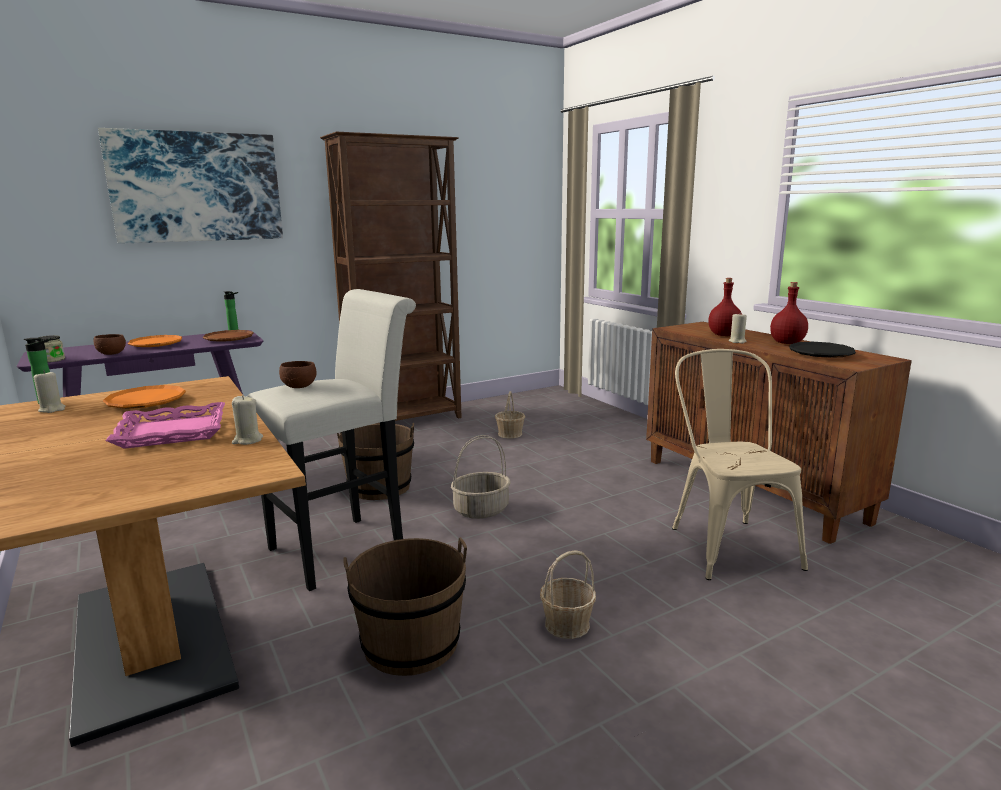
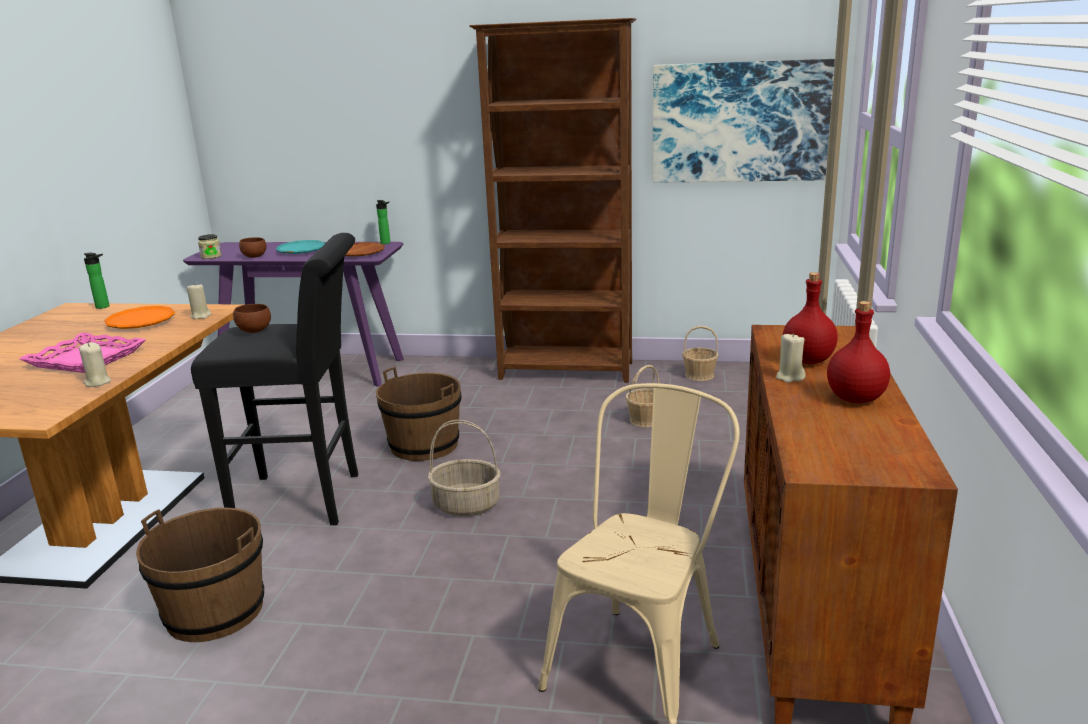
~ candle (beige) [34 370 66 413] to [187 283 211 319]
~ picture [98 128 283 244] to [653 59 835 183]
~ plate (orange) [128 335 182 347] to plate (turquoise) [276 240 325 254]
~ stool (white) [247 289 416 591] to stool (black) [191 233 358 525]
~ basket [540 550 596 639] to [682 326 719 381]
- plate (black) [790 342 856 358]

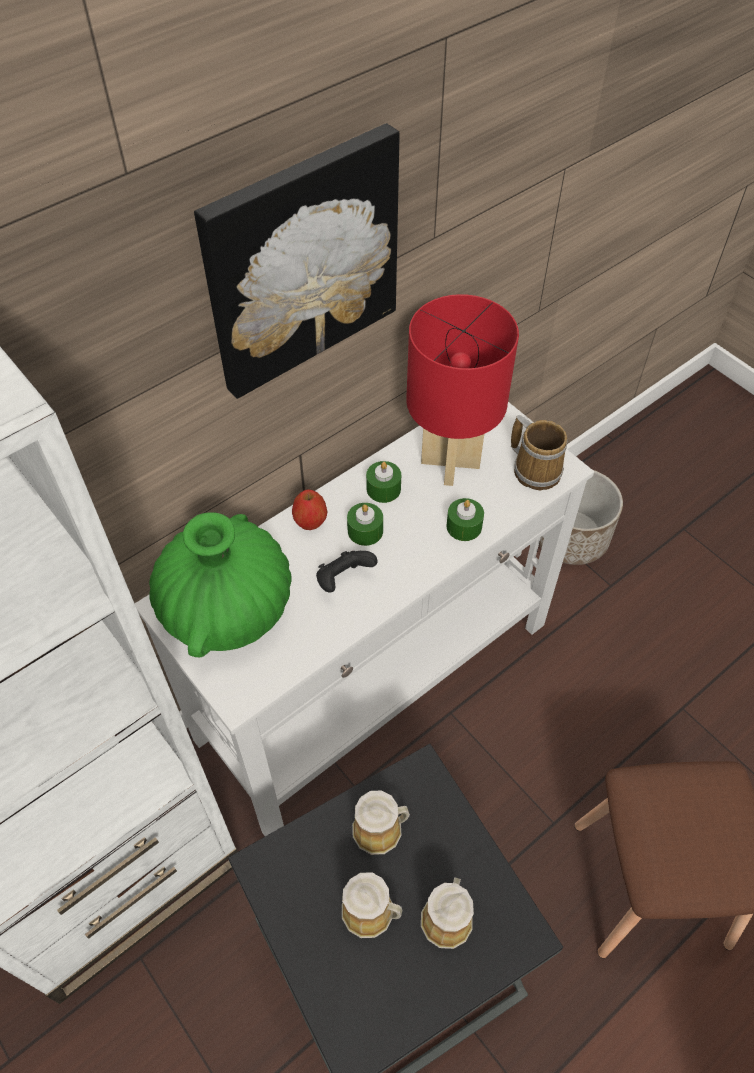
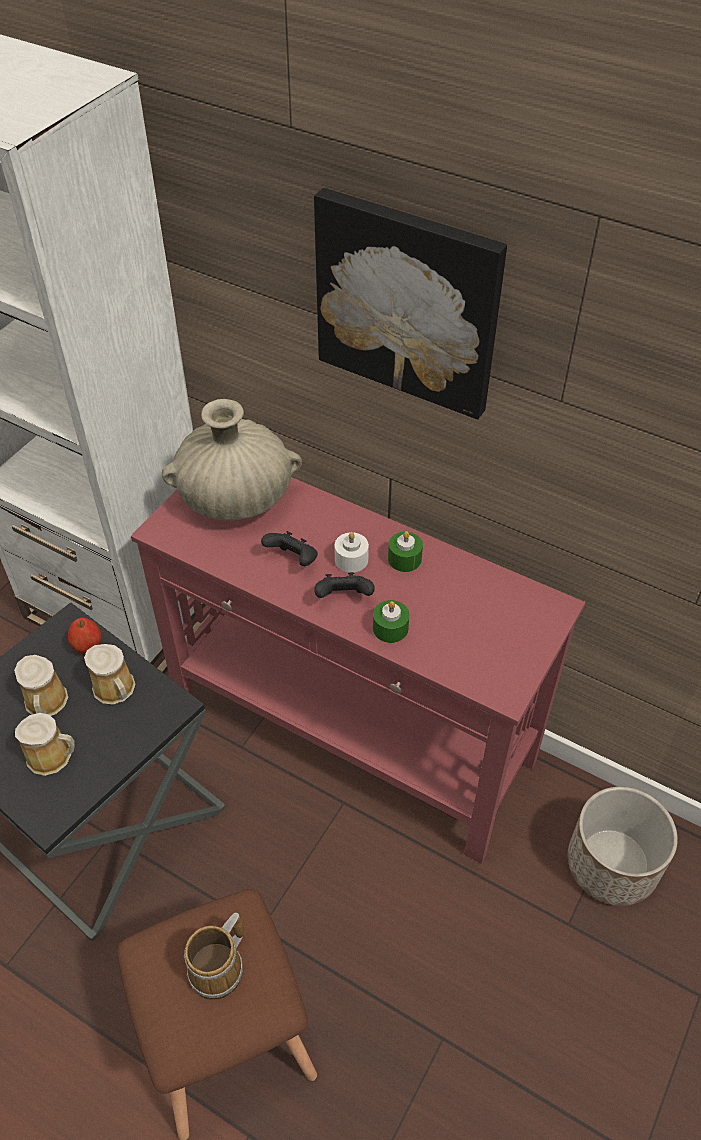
~ console table (white) [135 402 594 836] to console table (red) [131 477 585 864]
~ vase (green) [149 512 292 657] to vase (beige) [162 399 302 521]
~ apple [292 489 327 530] to [68 618 102 654]
~ candle (green) [347 503 383 546] to candle (white) [334 532 369 572]
- table lamp (red) [406 294 519 486]
~ mug [511 415 568 490] to [184 913 244 1000]
+ game controller (black) [314 572 375 598]

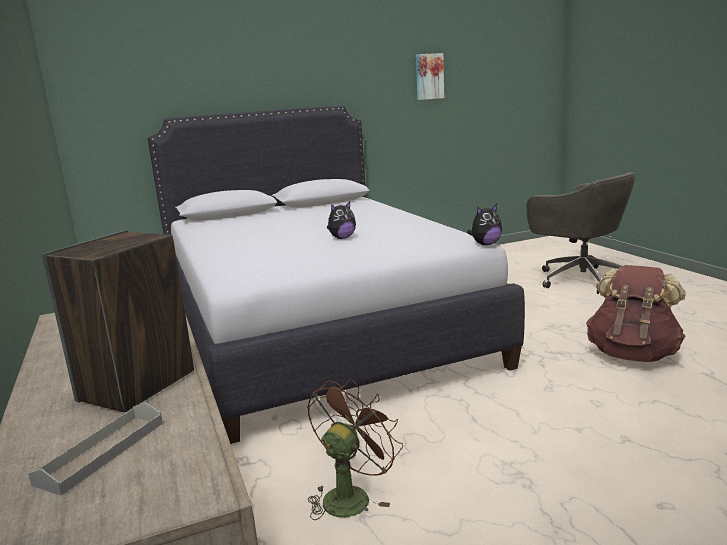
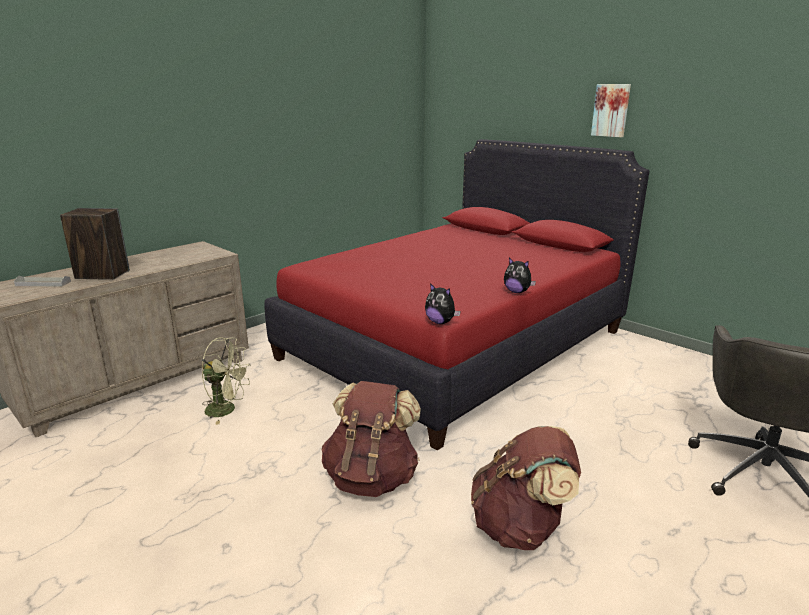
~ bed (white) [147 105 525 444] to bed (red) [264 139 650 450]
~ fan (brown) [307 379 403 520] to fan (green) [202 338 251 425]
~ plush toy [327 202 356 239] to [504 258 536 293]
~ picture [416 53 444 100] to [591 84 631 137]
+ backpack (brown) [322 381 421 497]

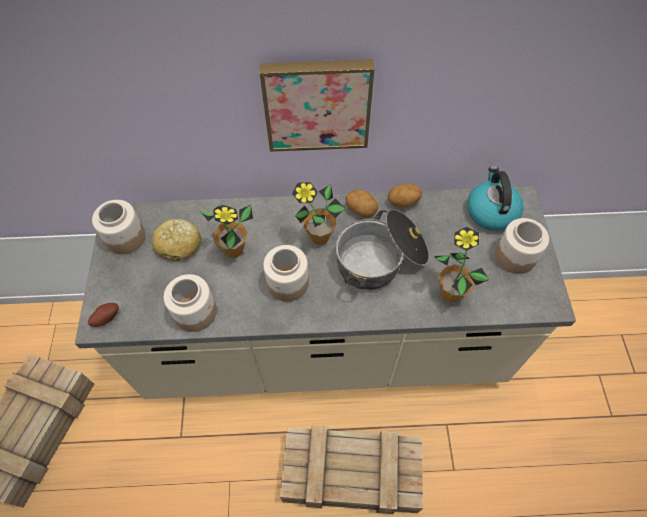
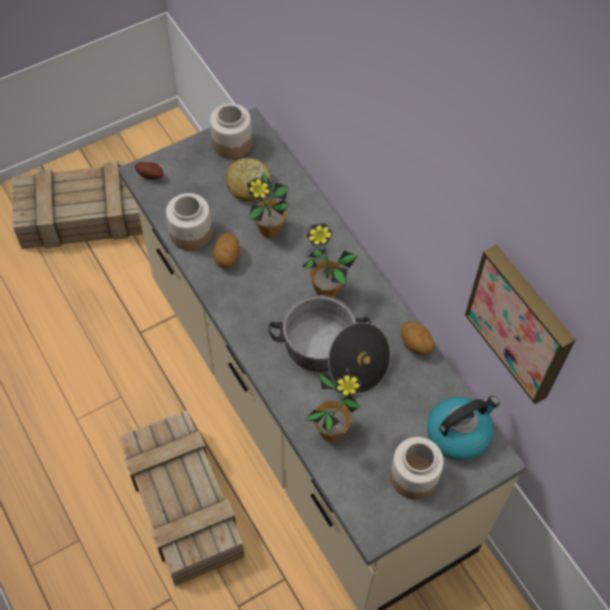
~ picture [260 59 374 152] to [465 244 576 404]
- jar [263 245 309 302]
~ potato [346 190 378 218] to [213 233 240 268]

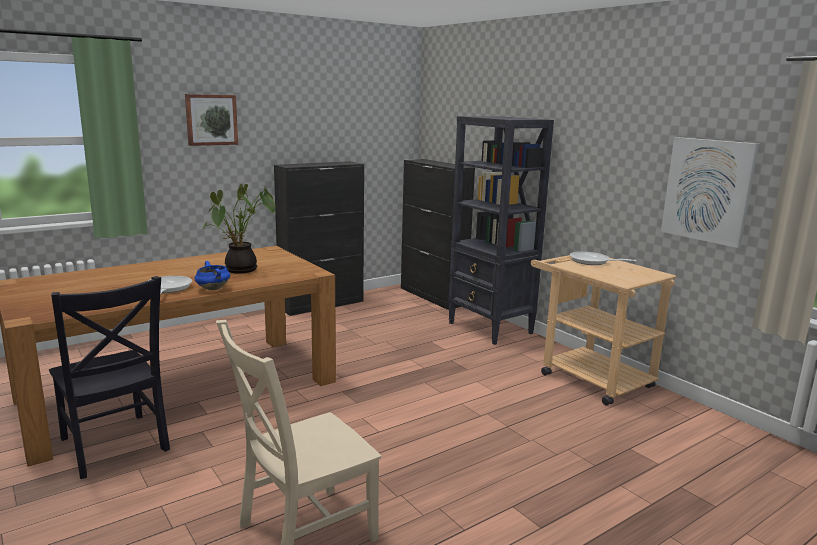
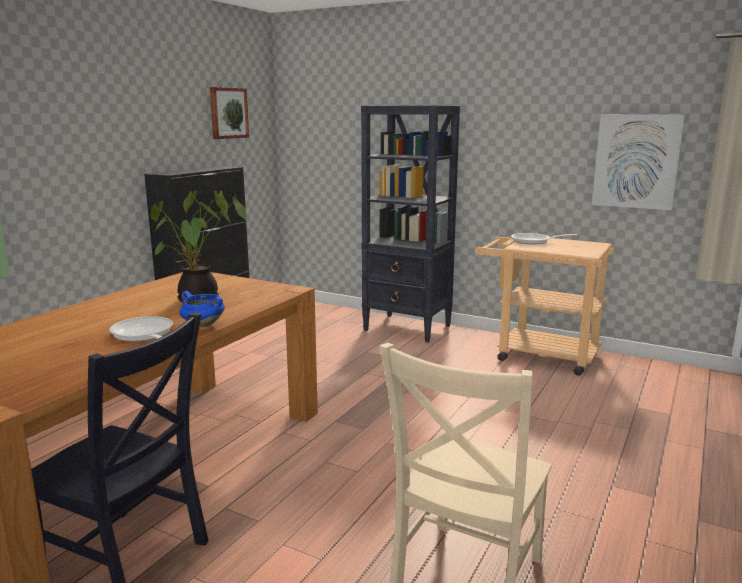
~ picture [185 94 238 146] to [210 87 249 139]
- cabinet (black) [401 159 475 310]

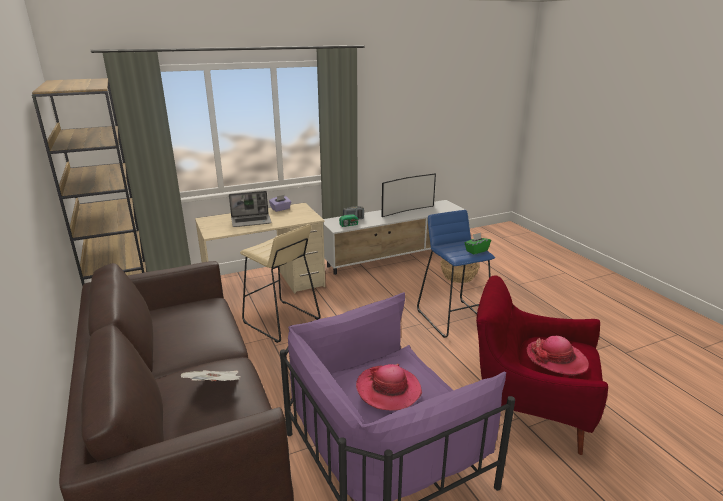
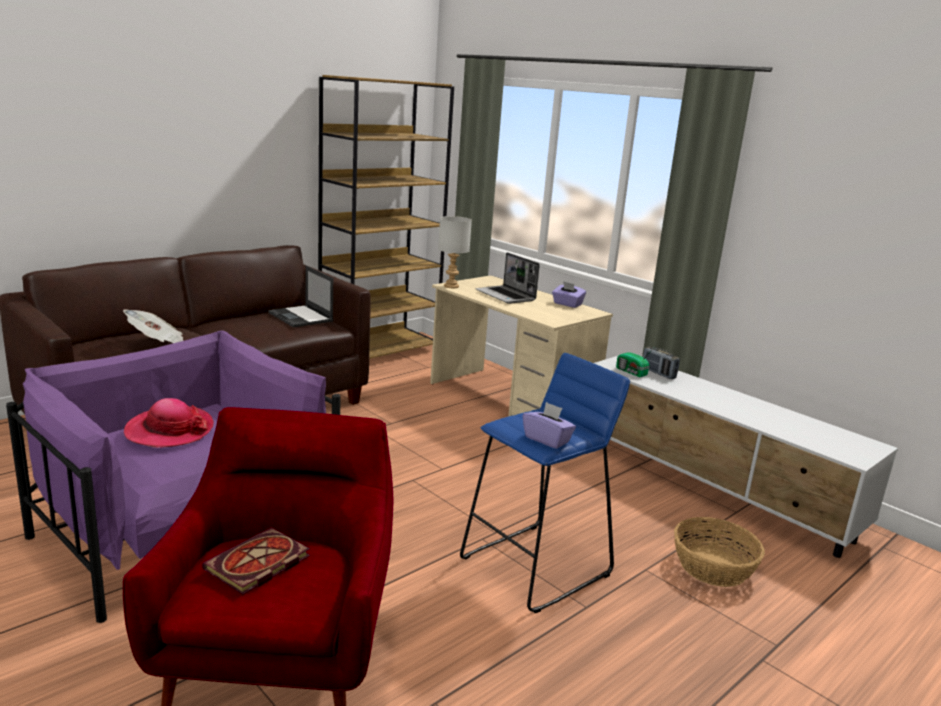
- stool (beige) [240 224 321 343]
- television [381 174 436 217]
~ tissue box (green) [465 233 491 255] to tissue box (purple) [523 402 576 449]
~ hat [527 336 589 376] to book [202 527 310 595]
+ laptop [268 266 334 328]
+ table lamp (grey) [438 216 472 288]

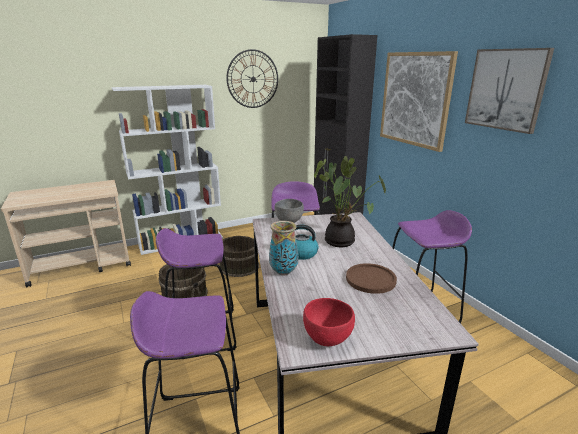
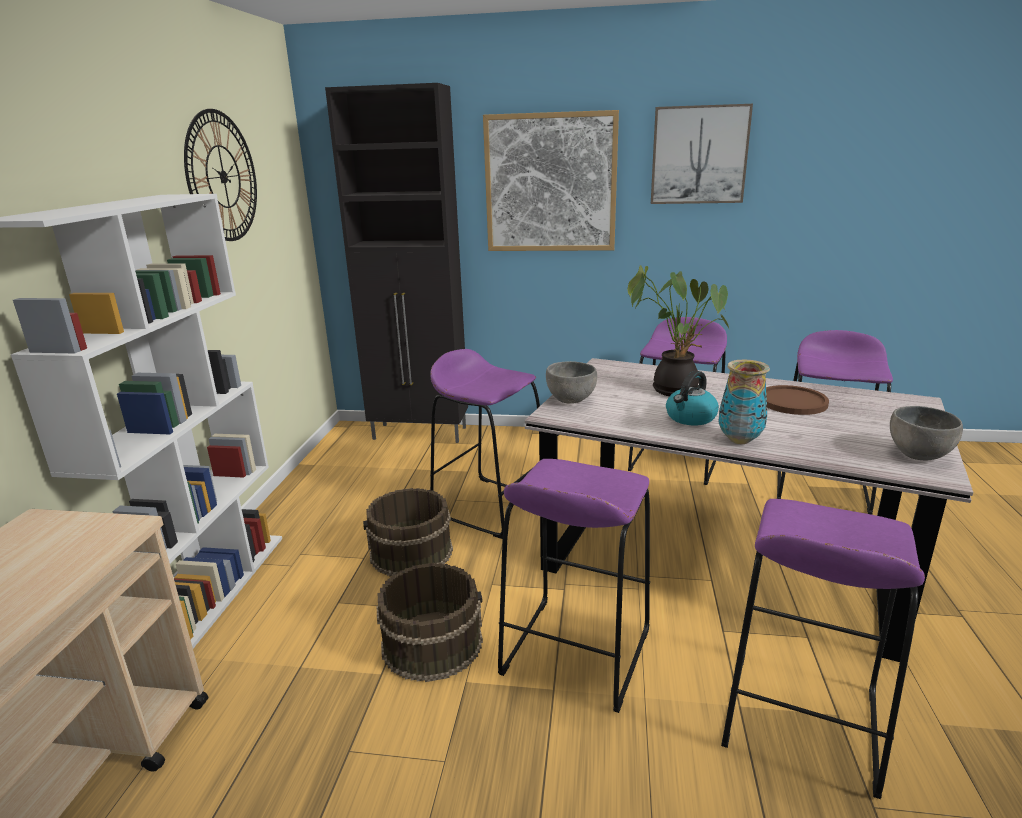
~ bowl (red) [303 298 355 346] to bowl (grey) [890 406 963 461]
+ stool (purple) [777 330 893 515]

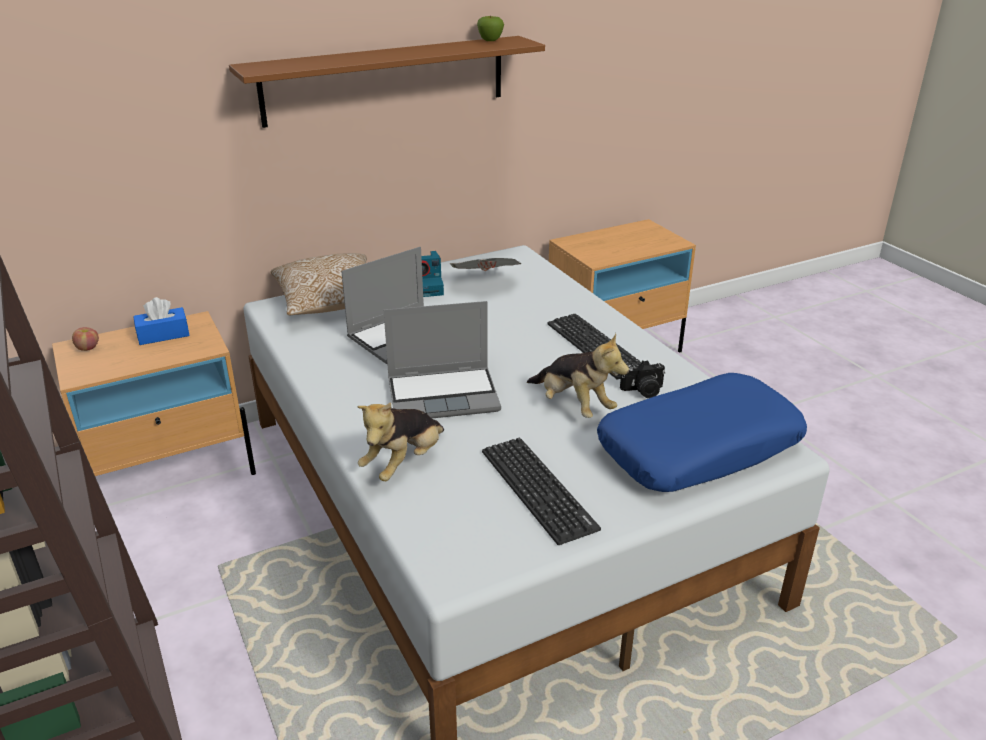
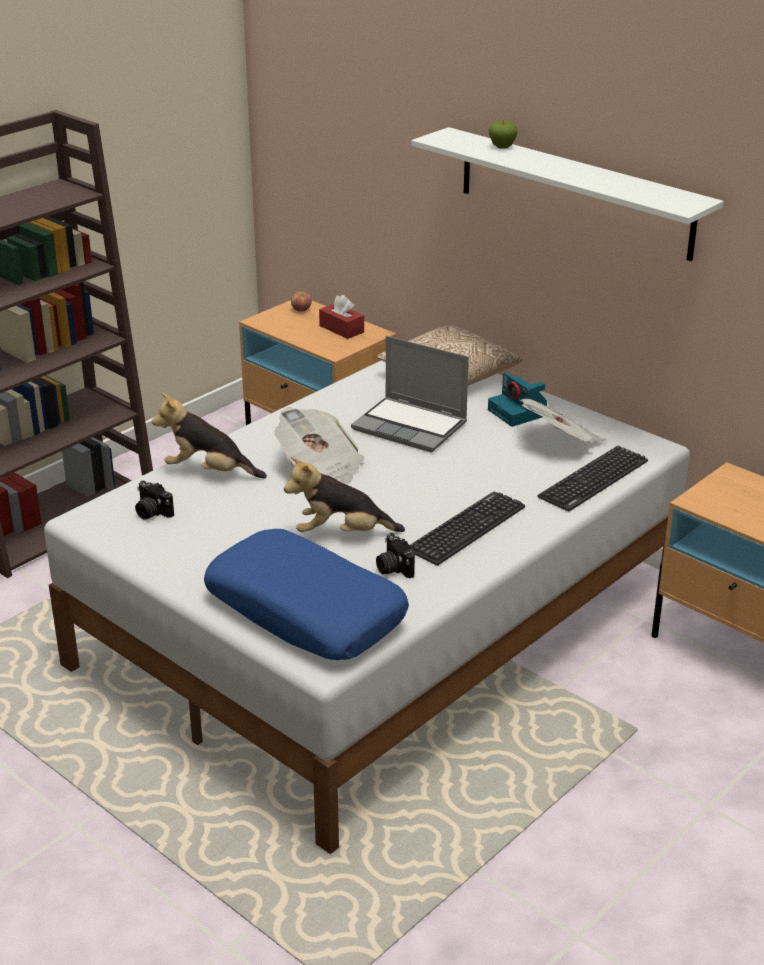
~ tissue box (blue) [133 297 190 345] to tissue box (red) [319 295 364 339]
~ shelf (brown) [229 36 545 128] to shelf (white) [412 127 724 261]
~ laptop [384 301 501 419] to newspaper [274 407 364 485]
~ apple [477 16 504 41] to [489 121 518 149]
~ keyboard [482 438 601 545] to [537 446 648 511]
~ plush toy [527 333 629 418] = [284 457 405 532] 60 degrees clockwise
+ photo camera [135 481 174 520]

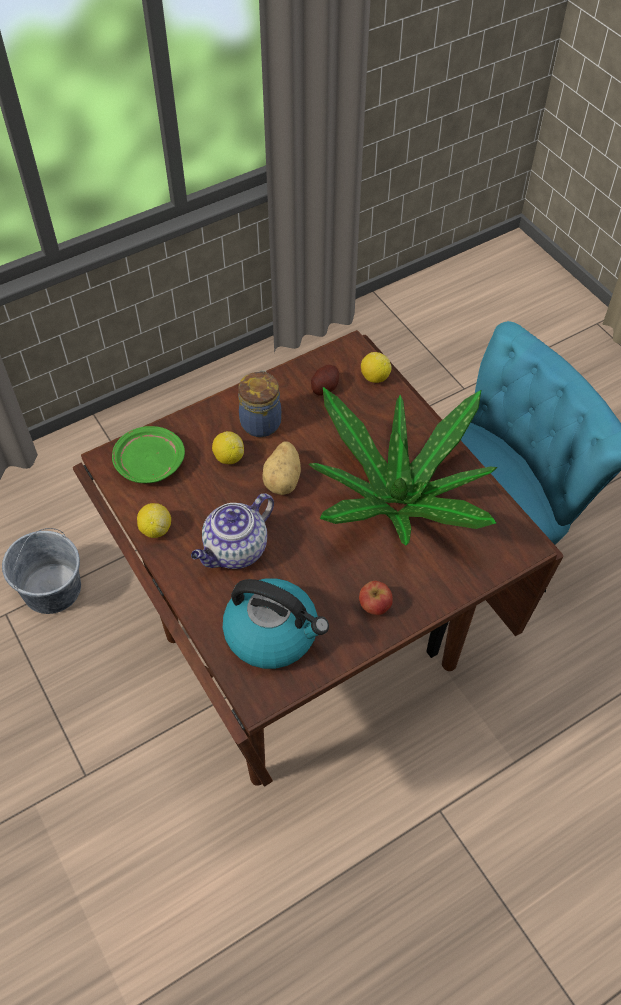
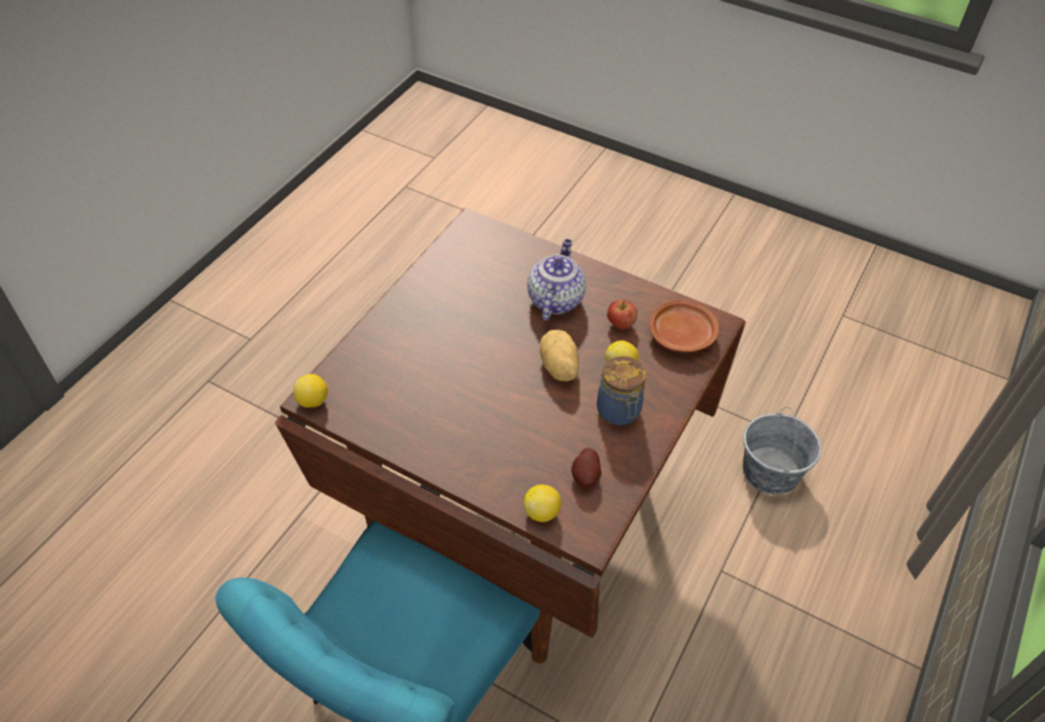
~ plate (green) [112 426 185 483] to plate (brown) [649 300 719 352]
~ lemon [137 503 171 538] to [294 374 328 408]
- kettle [223 578 329 669]
- potted plant [309 387 497 546]
~ apple [359 581 393 615] to [607 300 637 329]

